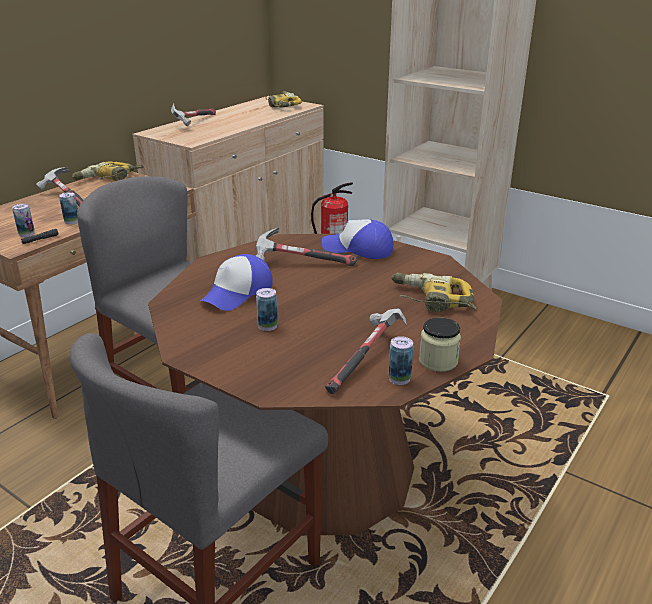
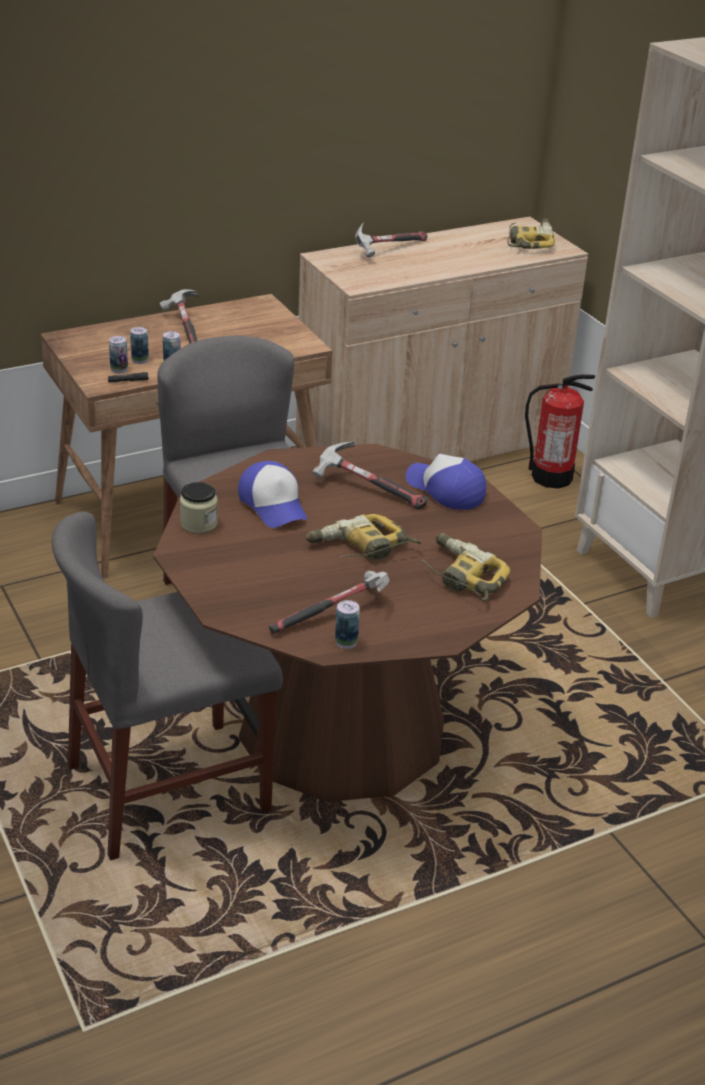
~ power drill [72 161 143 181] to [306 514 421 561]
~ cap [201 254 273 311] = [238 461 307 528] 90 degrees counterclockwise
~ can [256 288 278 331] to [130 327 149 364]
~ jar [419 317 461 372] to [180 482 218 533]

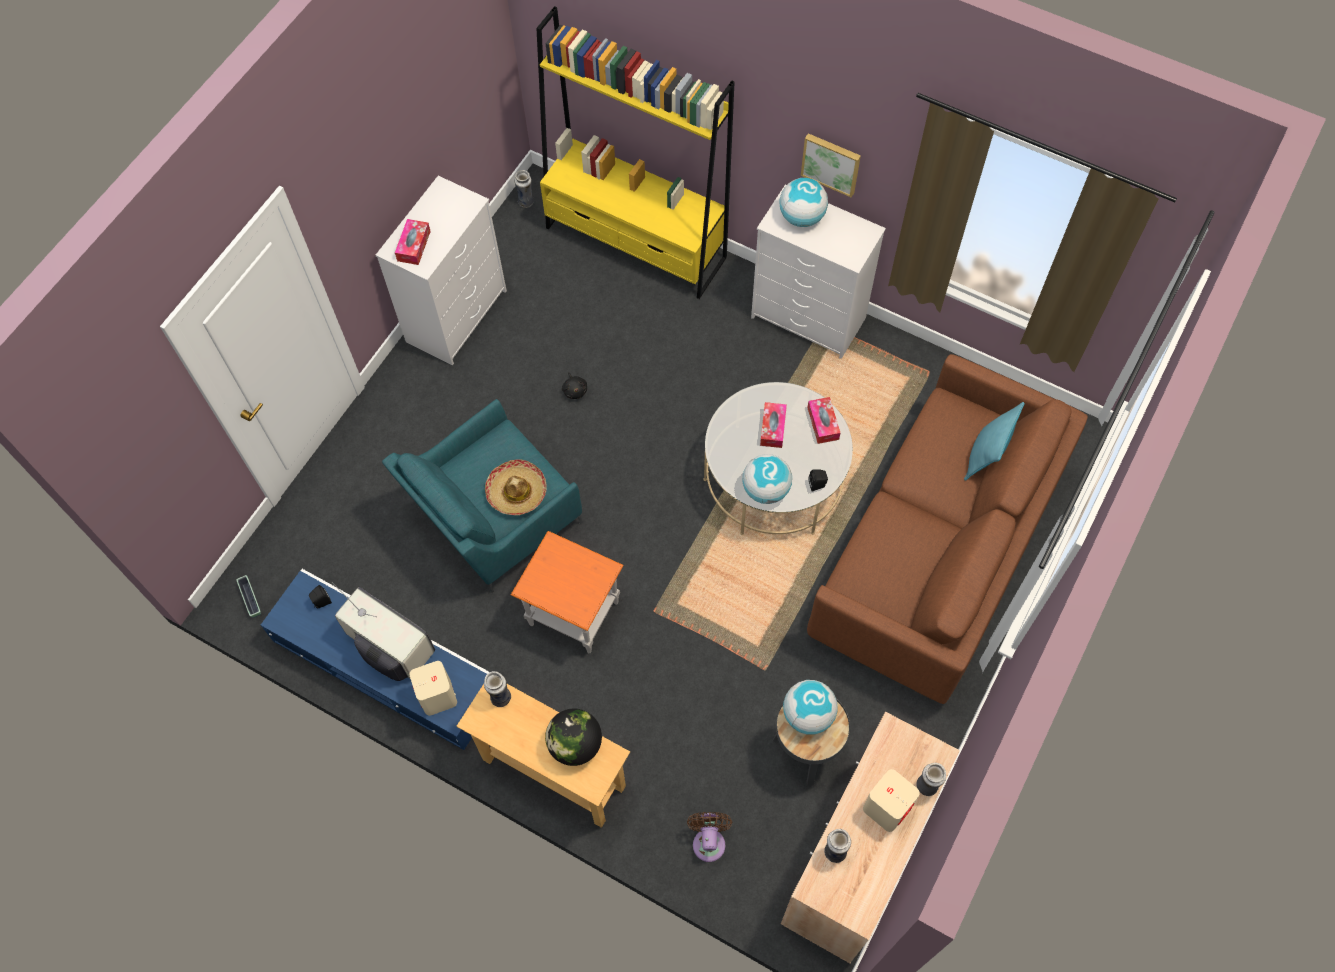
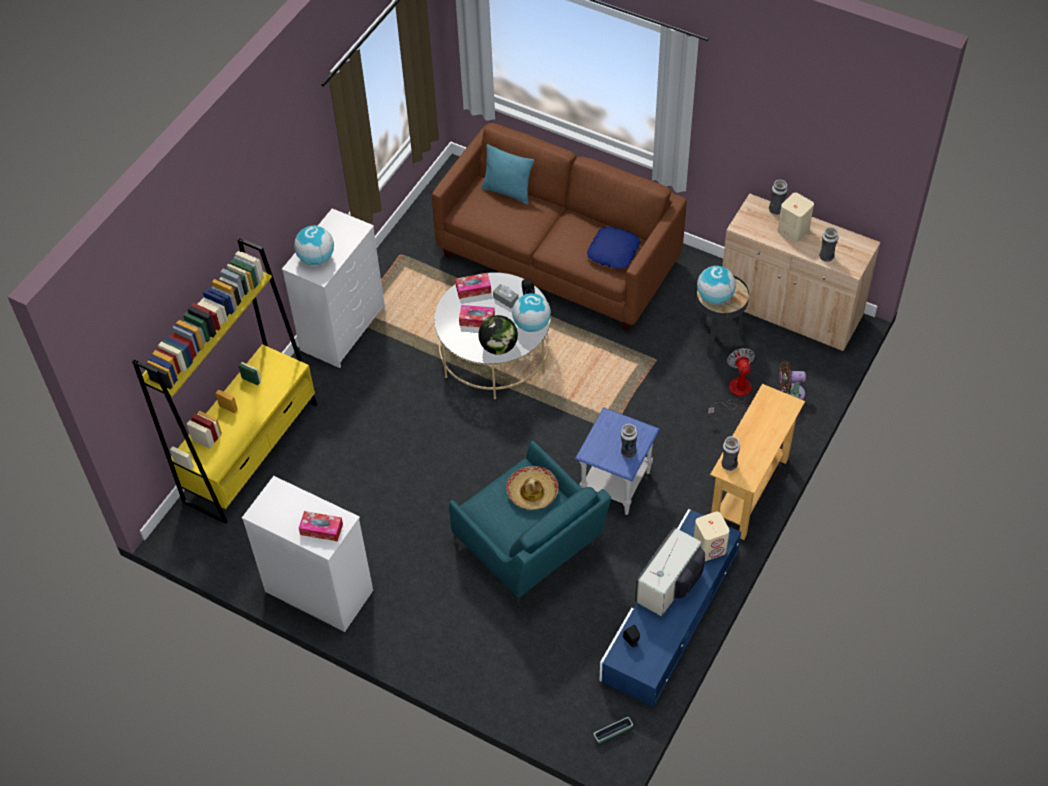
~ side table (orange) [511 531 624 653] to side table (blue) [575 407 660 515]
~ vase [515 170 534 208] to [621 424 637 459]
~ globe [545 709 602 766] to [478 315 518 355]
- plush toy (black) [562 372 587 399]
- picture [801 133 861 197]
+ tissue box (grey) [493 284 519 308]
+ pillow (blue) [587 226 640 269]
+ fan [708 348 755 415]

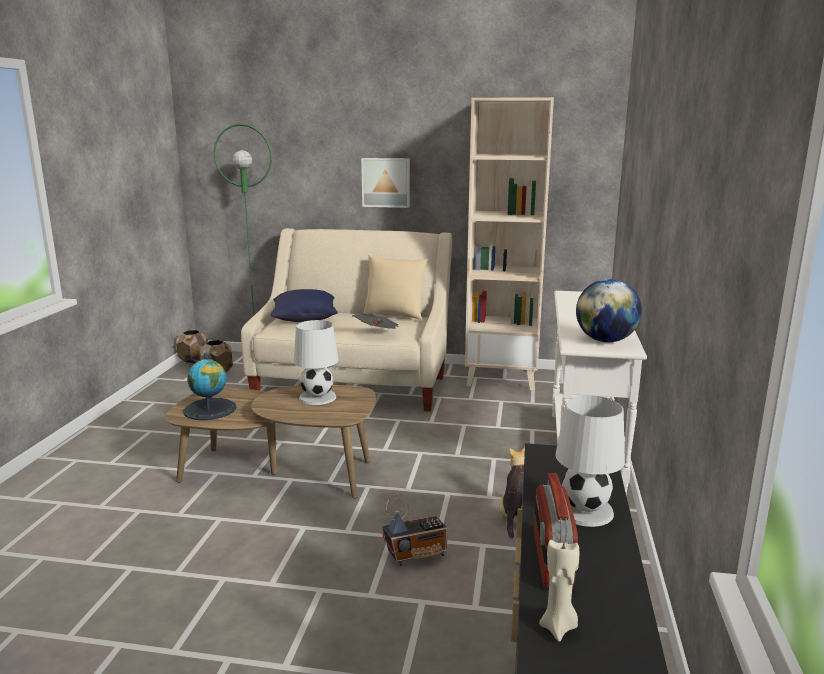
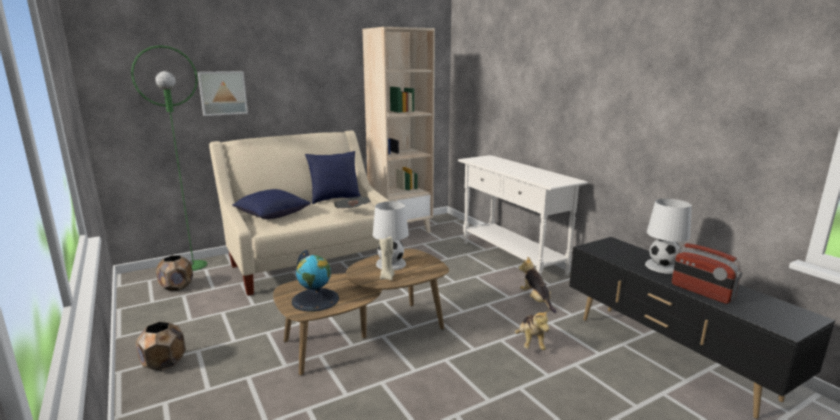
~ planter (brown) [176 330 208 365] to [135 322 186 371]
~ picture [361 158 410 208] to [198 71 248 116]
~ pillow (beige) [363 255 428 321] to pillow (blue) [305 151 361 204]
~ radio [382 493 448 566] to plush toy [515 309 550 350]
~ candle (beige) [539 540 579 642] to [379 236 395 280]
- globe [576 279 642 342]

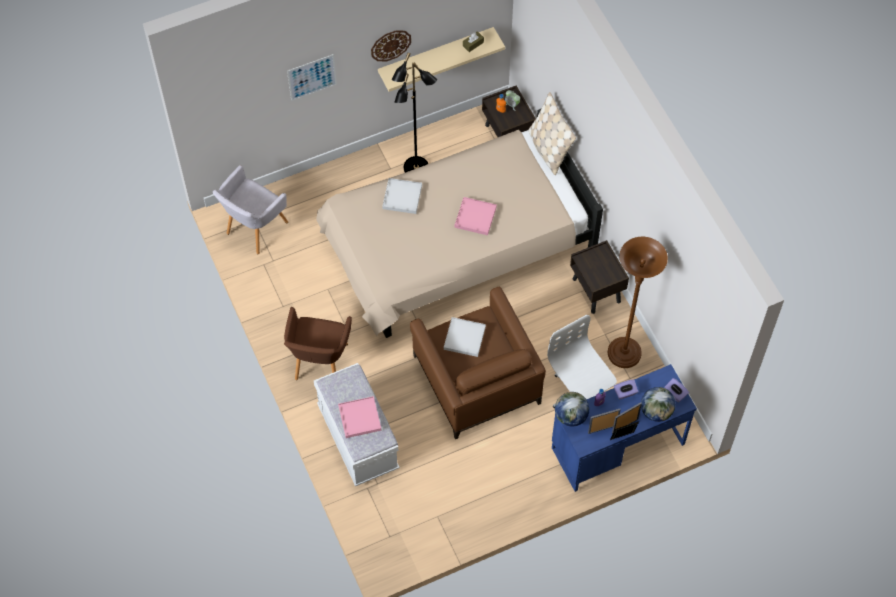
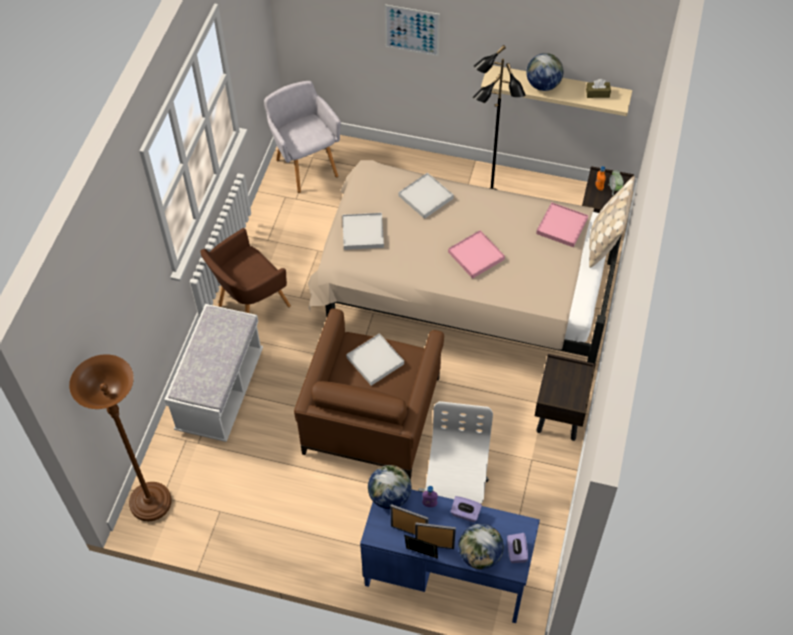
~ armchair (grey) [213 165 288 254] = [264 81 341 193] 75 degrees clockwise
~ tray (pink) [338 396 381 438] to [536 202 588 247]
- wall clock [371 30 411 61]
~ floor lamp (brown) [608 237 668 368] to [69 354 172 521]
+ tray (white) [342 213 384 250]
+ globe [526 53 564 91]

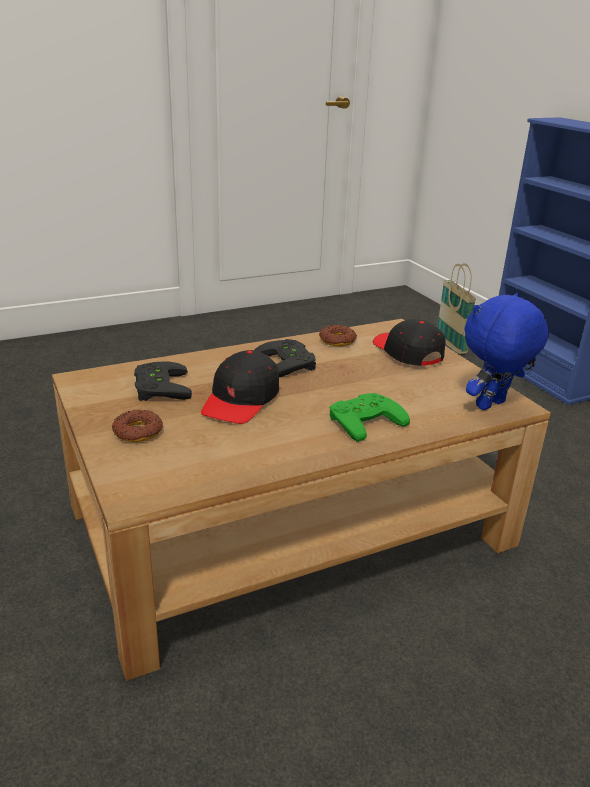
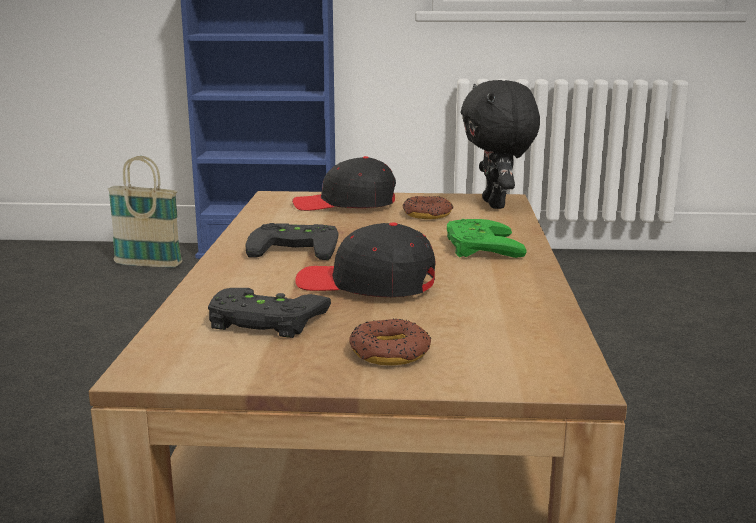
~ cap (black) [201 350 279 424] = [295 222 435 297] 150 degrees clockwise
~ donut [319 325 357 346] to [403 196 453 219]
~ plush toy (blue) [464 293 549 410] to plush toy (black) [461 80 540 209]

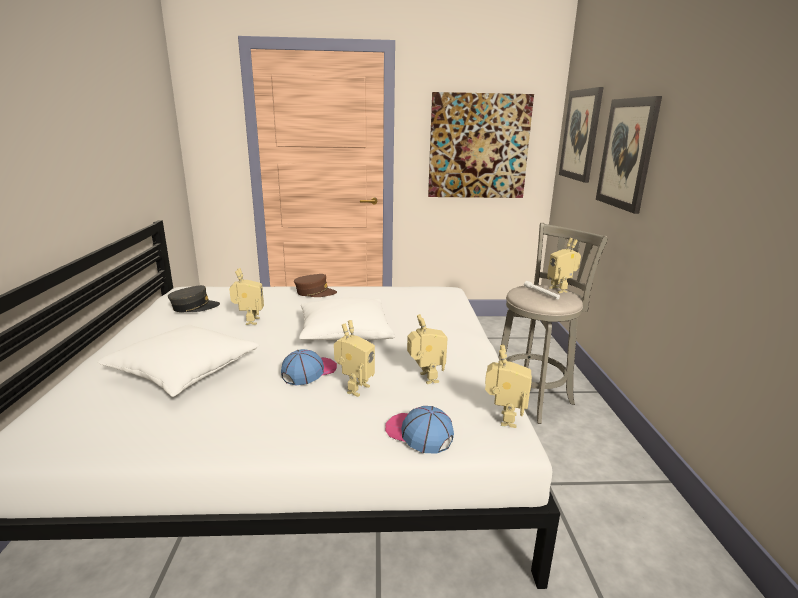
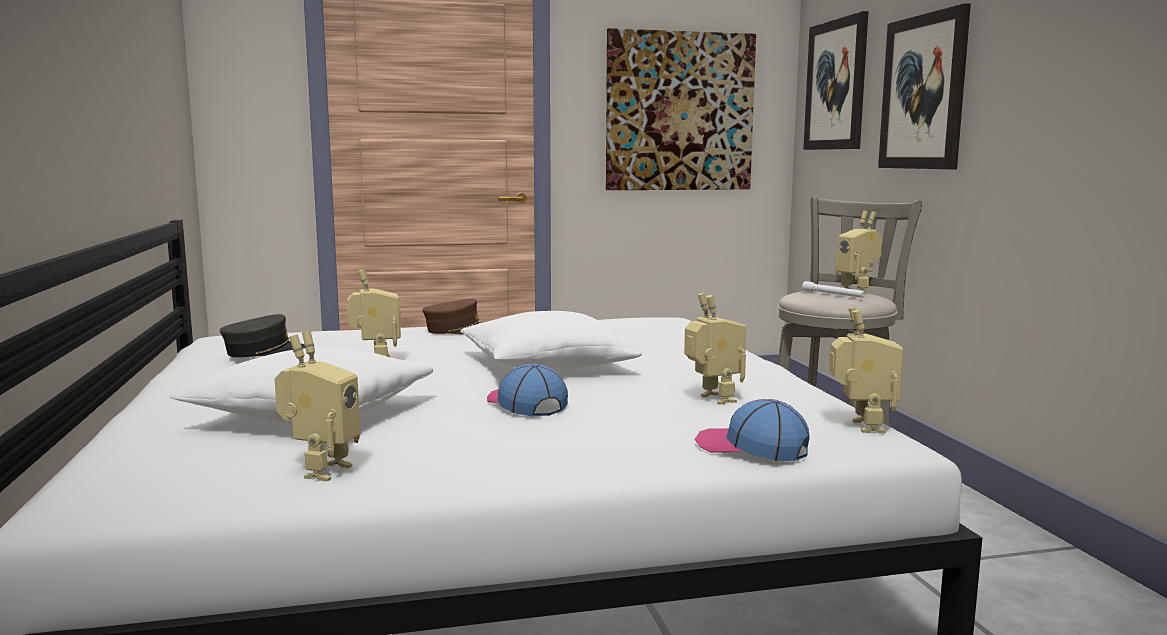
~ cap [281 349 337 385] = [487 363 568 416] 60 degrees counterclockwise
~ toy robot [334 320 375 397] to [275 331 360 481]

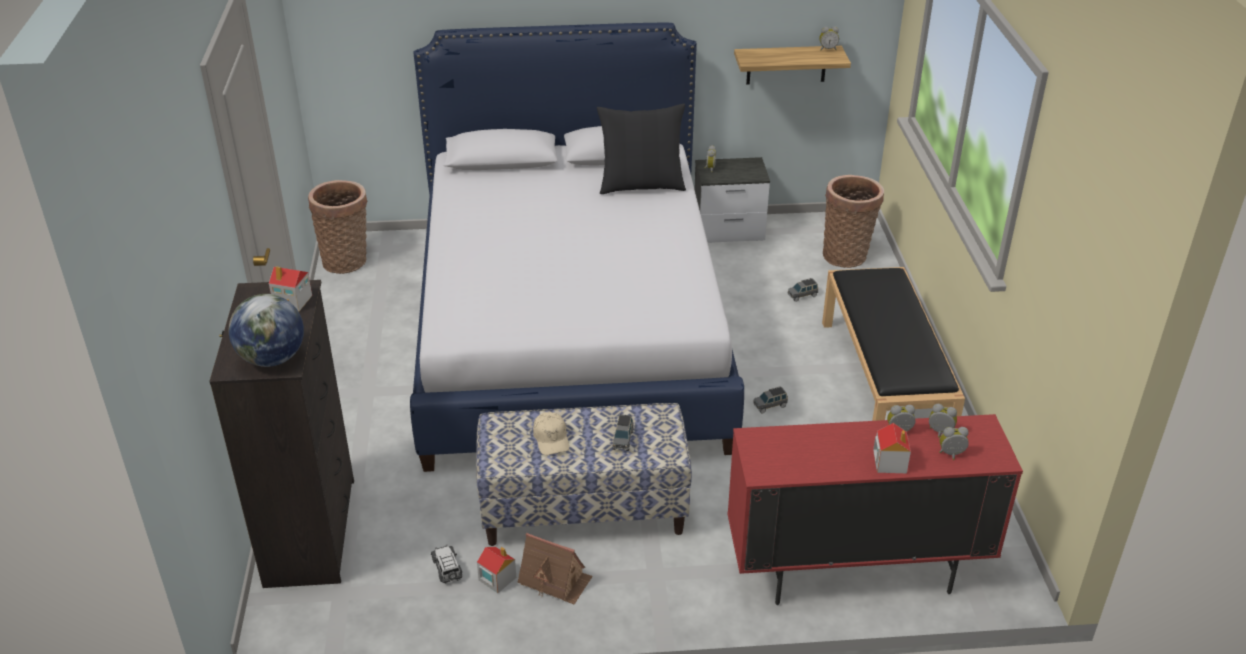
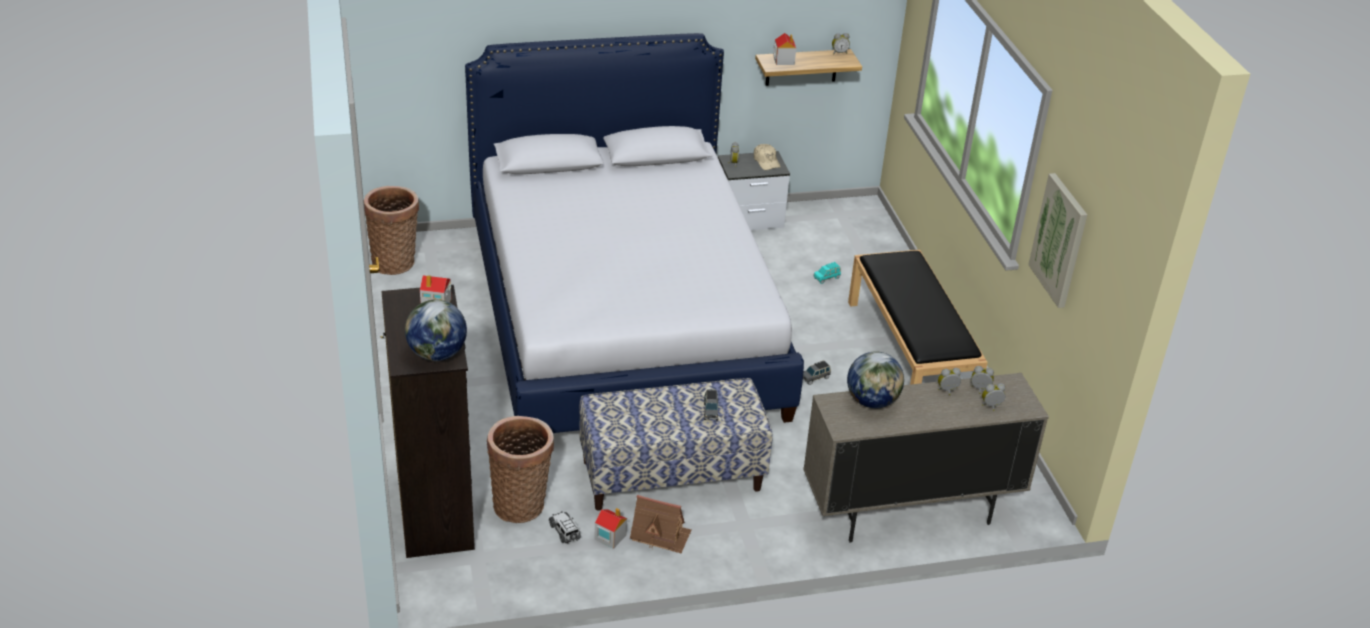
~ cap (beige) [533 412 569 455] to [754 144 781 170]
- pillow (black) [597 104 686 194]
~ cabinet (red) [727 414 1023 605] to cabinet (beige) [803 373 1049 543]
~ toy car (grey) [788 278 818 302] to toy car (turquoise) [813 262 841 284]
~ basket [823 175 884 268] to [487 416 554 523]
~ toy house [873 423 911 473] to [773 33 796 65]
+ globe [847 351 904 408]
+ picture [1028 173 1087 308]

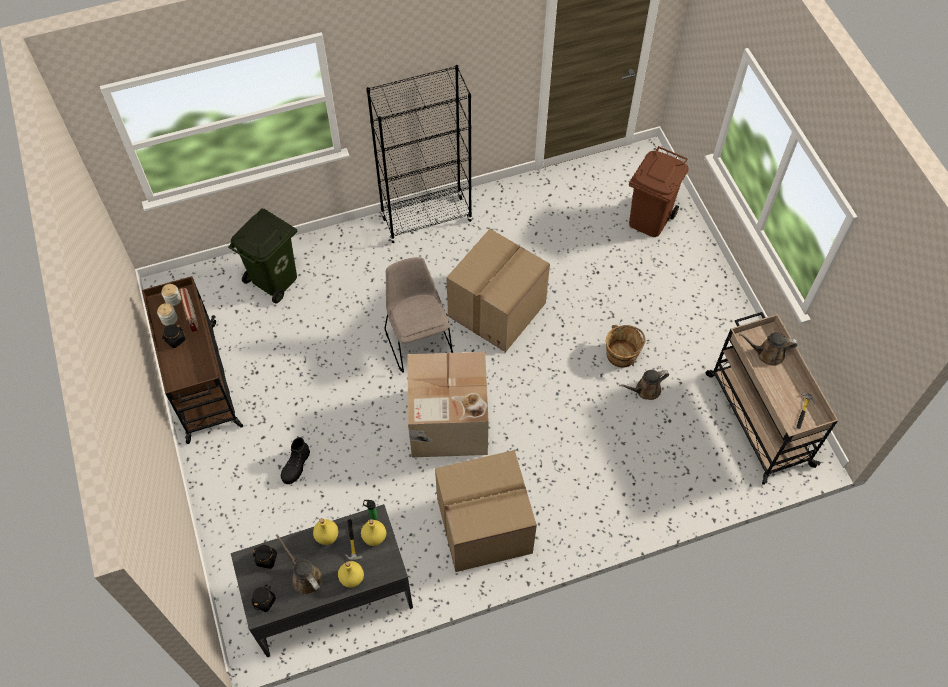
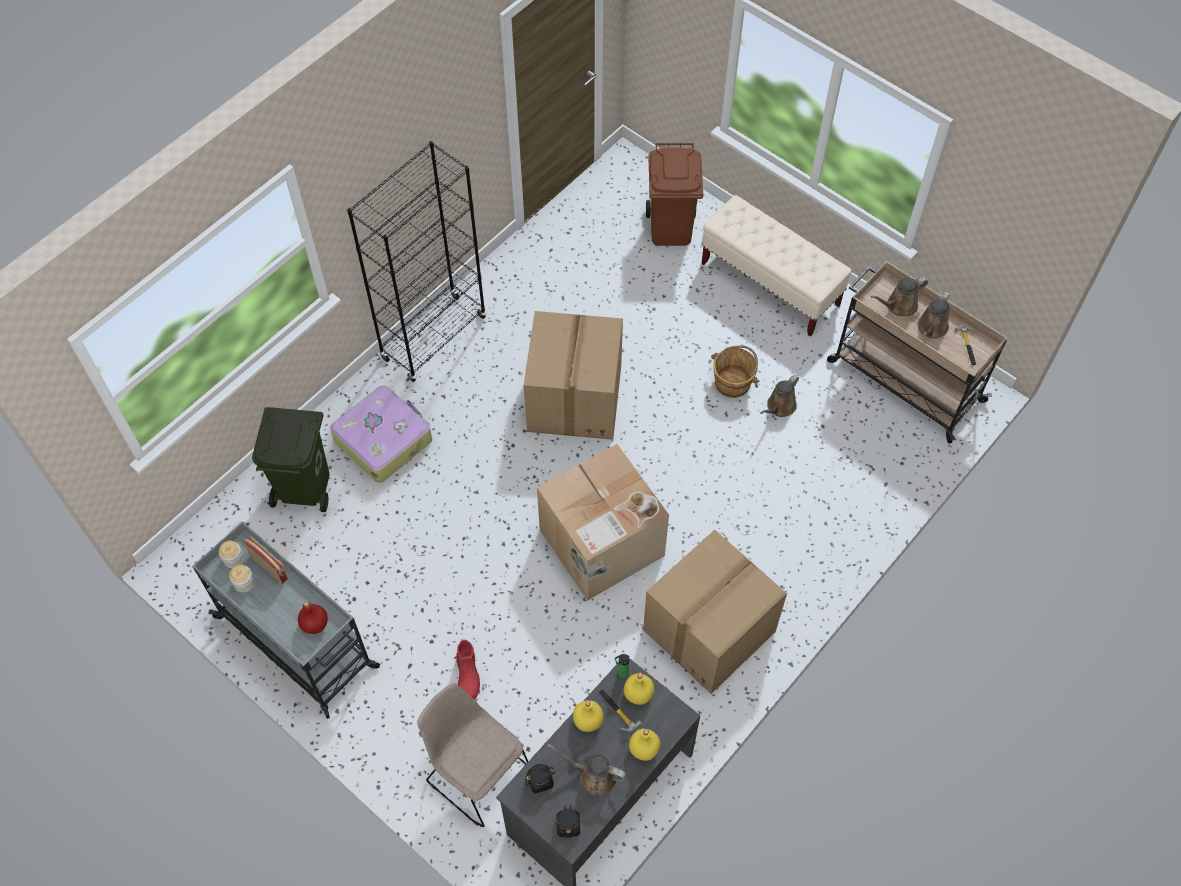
~ cart (brown) [142 276 243 444] to cart (grey) [192 521 380 719]
- jar (black) [162 324 185 348]
~ boot (black) [281 437 310 484] to boot (red) [456 640 480 700]
~ chair (beige) [384 257 453 373] to [417 683 528 827]
+ bottle (red) [298 601 328 634]
+ suitcase [330 385 432 483]
+ bench (beige) [702 195 852 337]
+ watering can (brown) [917 292 950 339]

